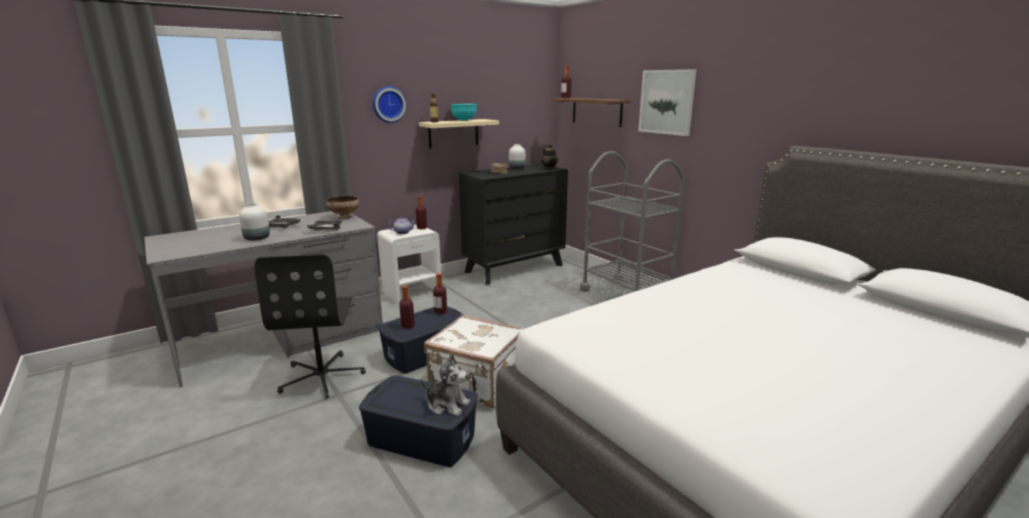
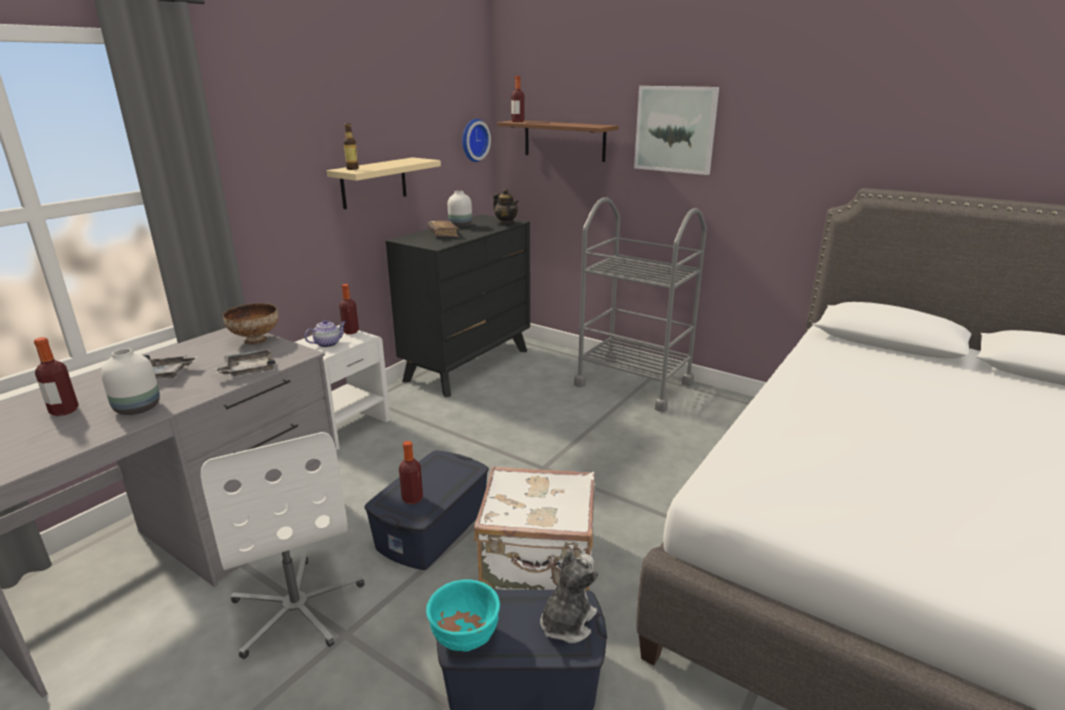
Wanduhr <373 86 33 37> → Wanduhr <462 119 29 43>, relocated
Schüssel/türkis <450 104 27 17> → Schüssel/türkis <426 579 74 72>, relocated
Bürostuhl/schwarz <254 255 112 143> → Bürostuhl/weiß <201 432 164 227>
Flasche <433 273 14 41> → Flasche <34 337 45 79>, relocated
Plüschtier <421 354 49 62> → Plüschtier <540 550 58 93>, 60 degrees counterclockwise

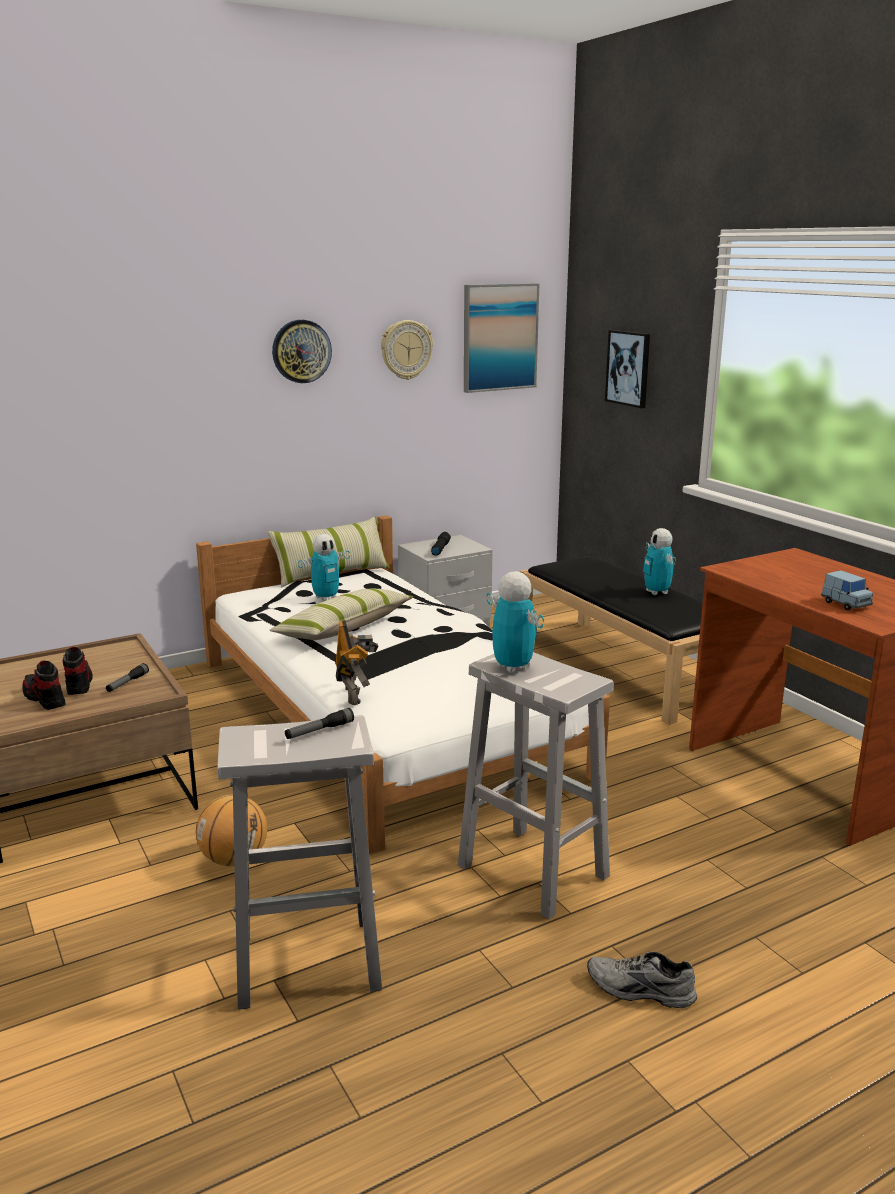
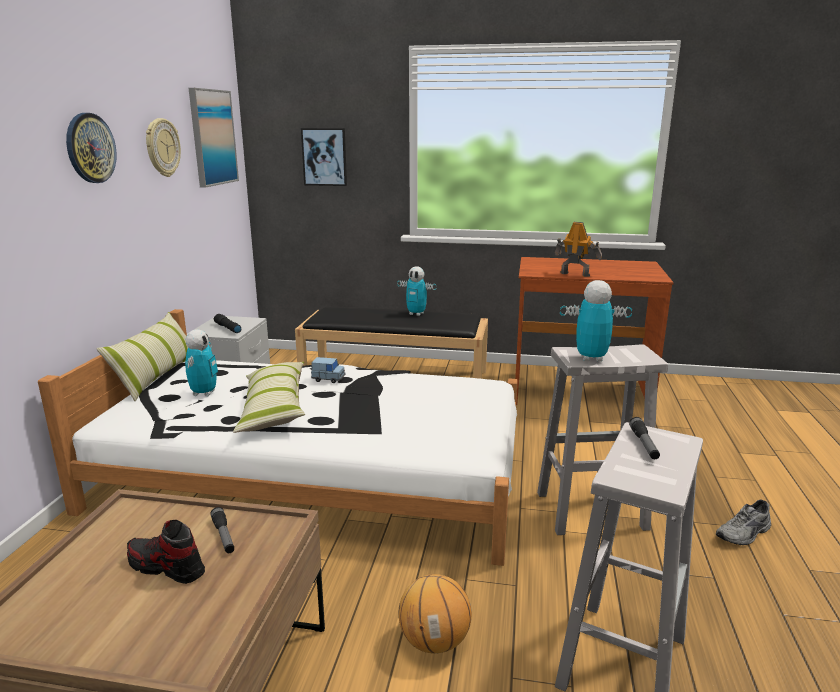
Spielzeugauto/blau <821 570 52 40> → Spielzeugauto/blau <311 357 34 26>, relocated
Spielzeugroboter <335 620 43 85> → Spielzeugroboter <555 222 47 55>, relocated
Schuh <22 661 44 49> → -

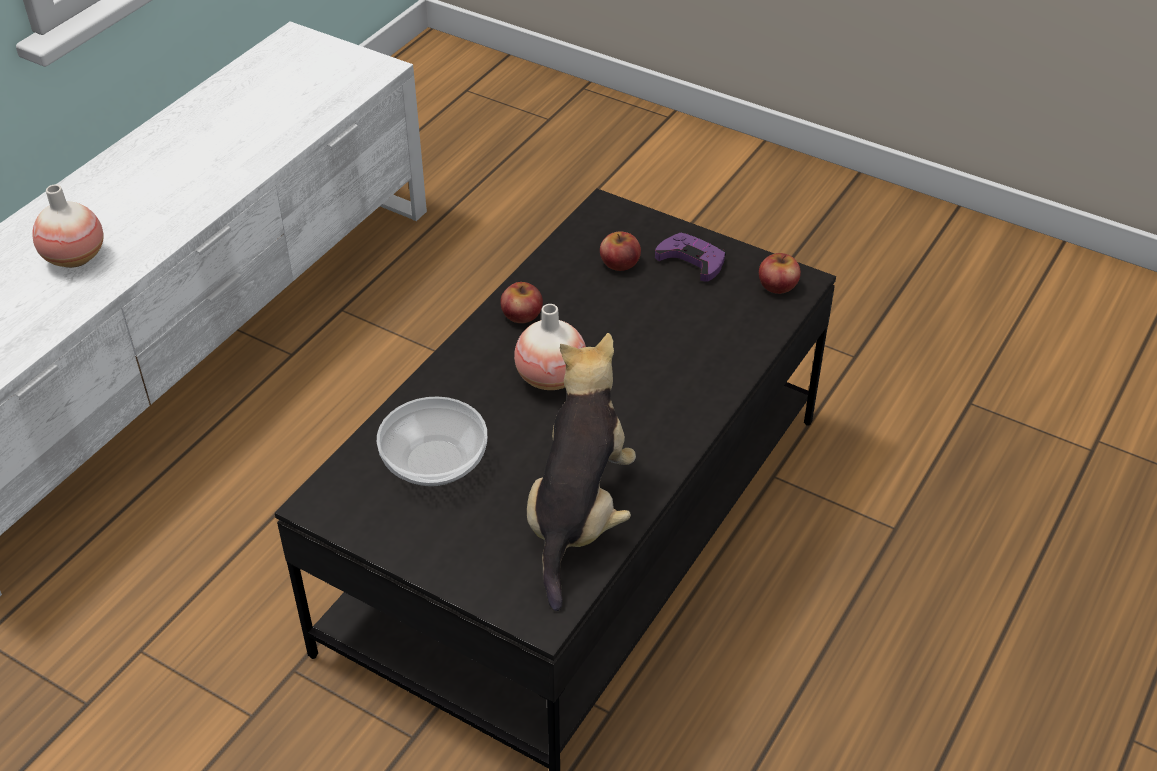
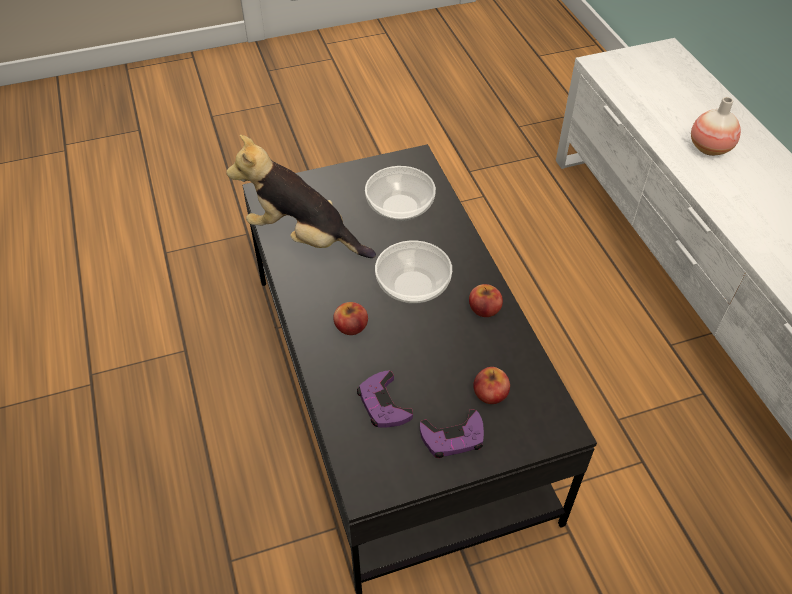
Apfel <759 253 42 41> → Apfel <333 302 35 33>, relocated
Vase <514 304 72 86> → Schüssel <375 240 77 64>
Plüschtier <527 333 109 278> → Plüschtier <226 135 150 123>, 150 degrees clockwise
- → Gamepad/lila <357 371 56 57>

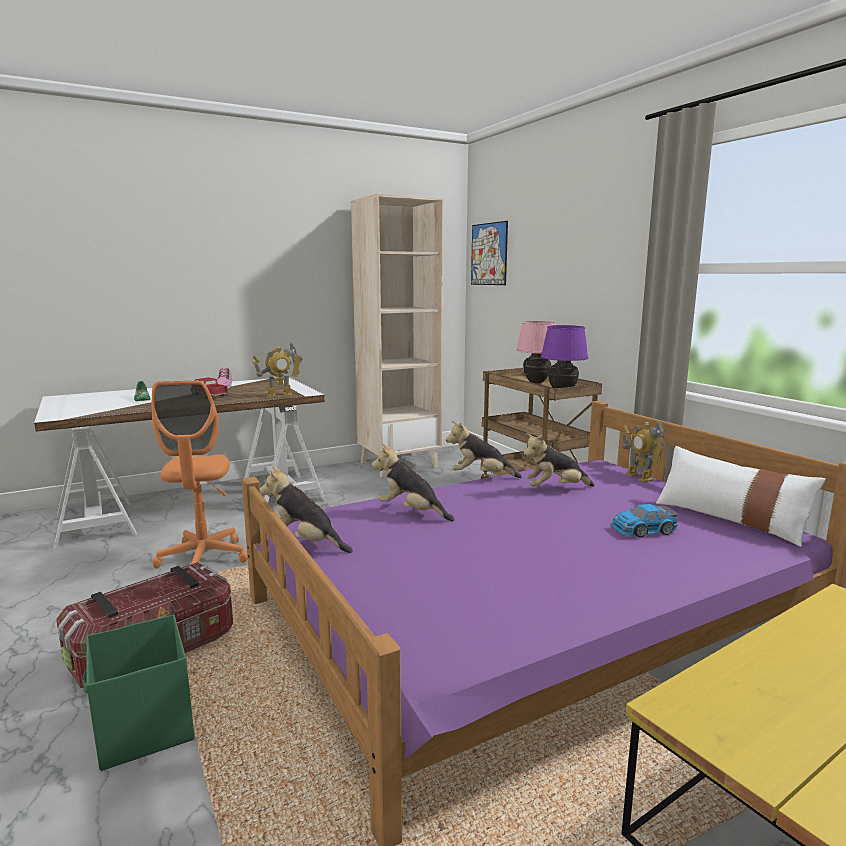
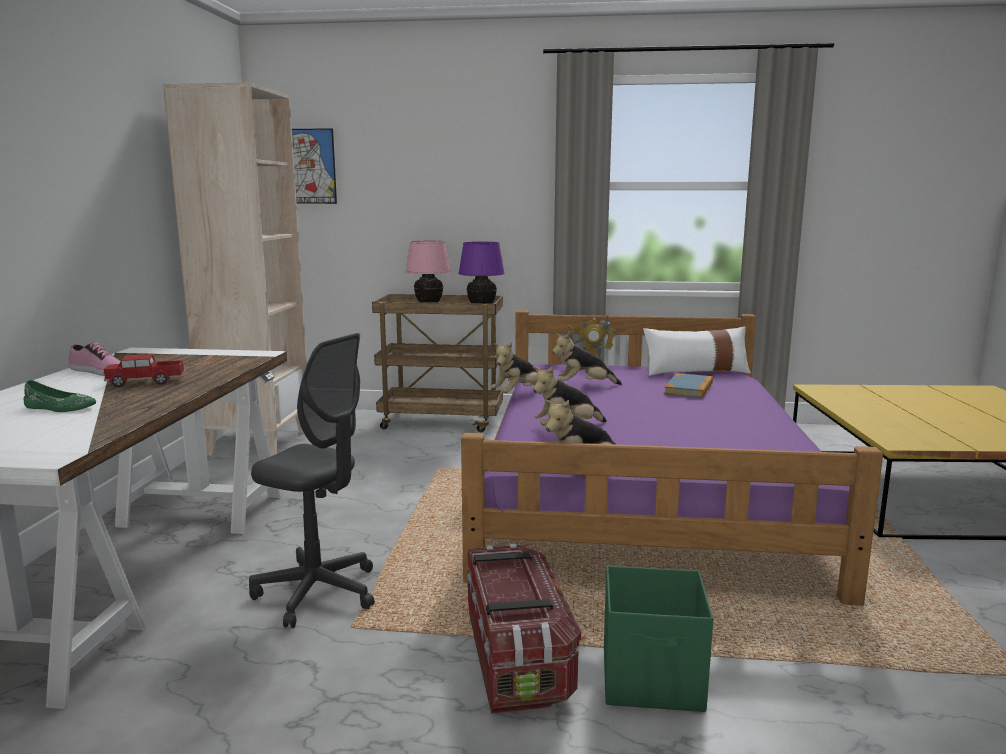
Spielzeugroboter <253 342 50 55> → -
Bürostuhl/orange <152 381 96 187> → Bürostuhl/grau <249 333 126 295>
Plüschtier <524 433 71 53> → Plüschtier <552 333 70 52>, 60 degrees clockwise
Spielzeugauto <610 504 68 33> → Buch <664 373 49 25>

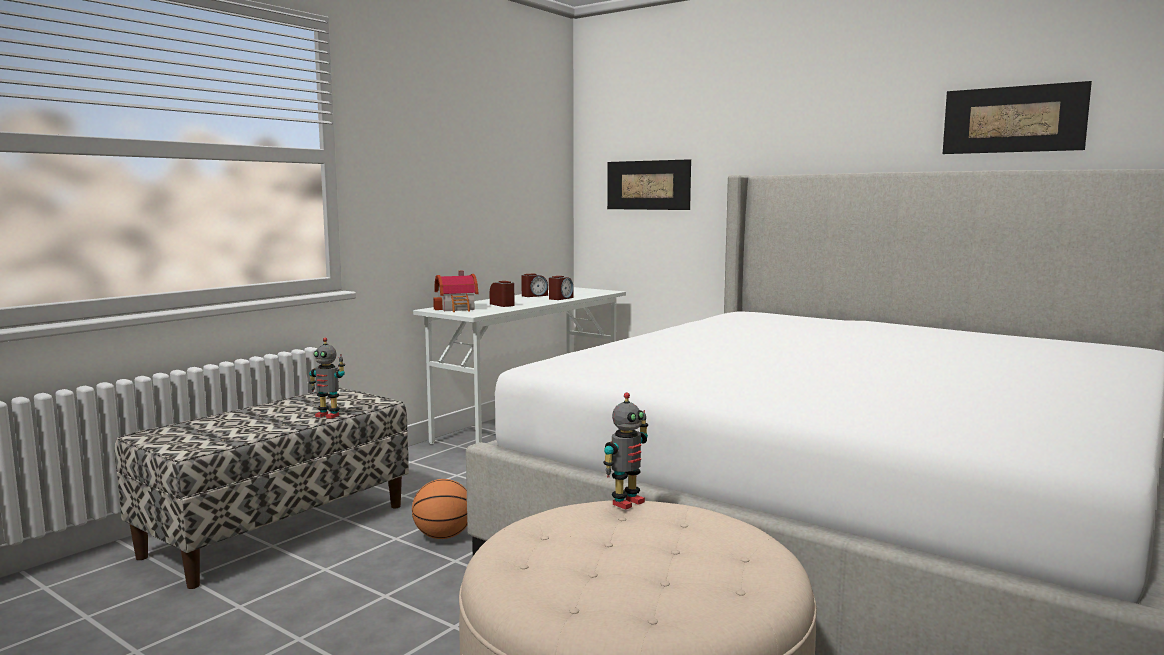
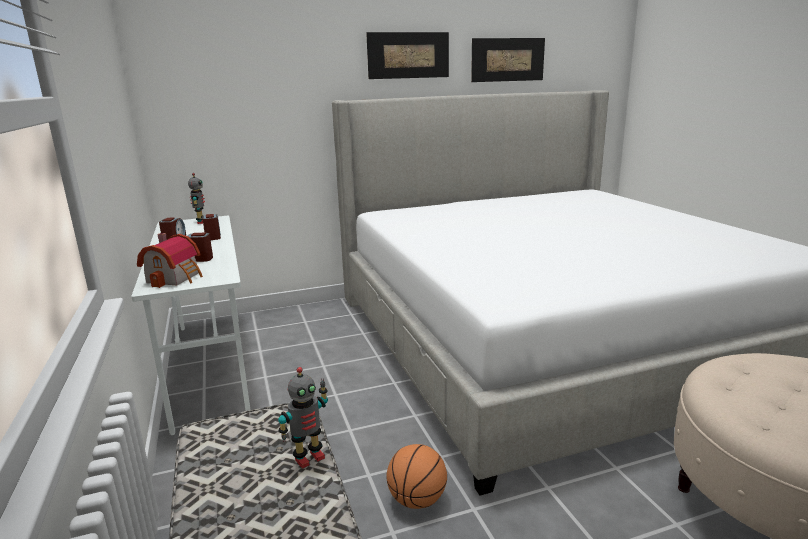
Bild <607 159 84 51> → Bild <366 32 83 47>, relocated
Spielzeugroboter <603 392 45 118> → Spielzeugroboter <188 173 17 51>, relocated

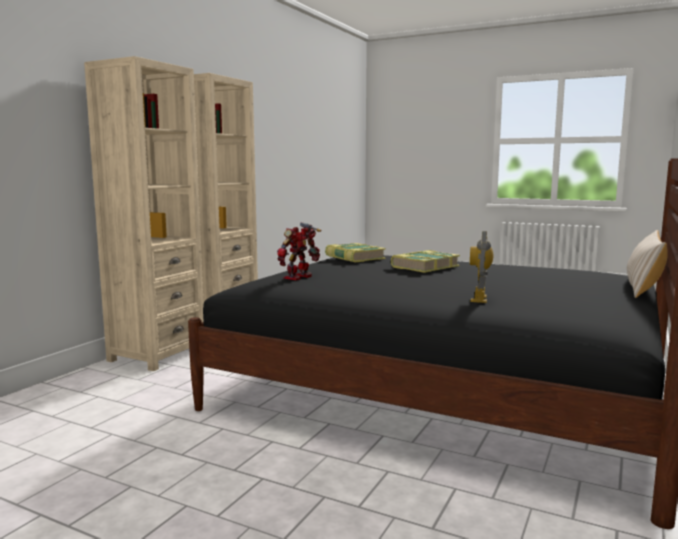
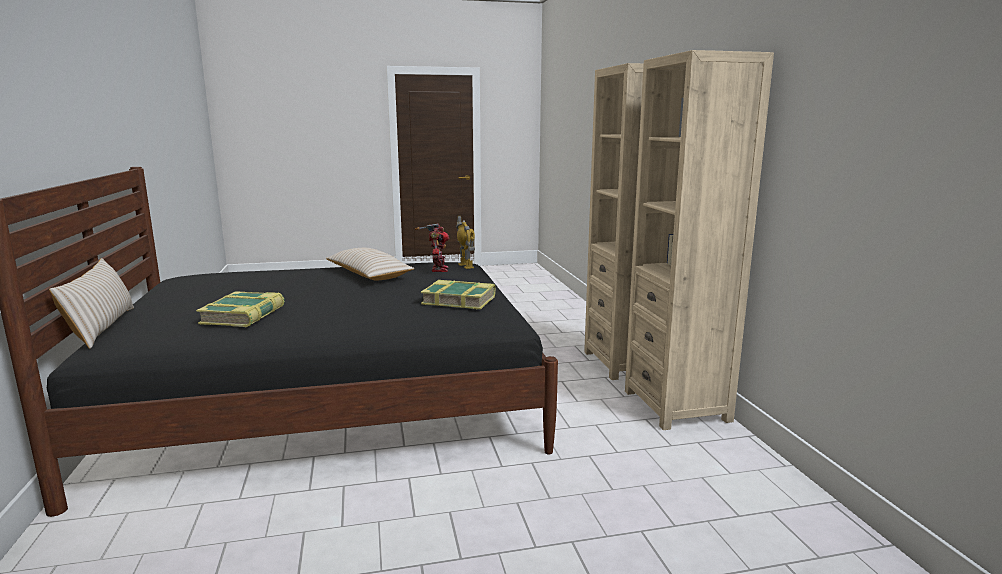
Spielzeugroboter <470 231 23 72> → Spielzeugroboter <456 216 19 53>, relocated
Buch <391 250 69 23> → Buch <196 291 89 36>, relocated
- → Kissen/beige <326 248 88 33>

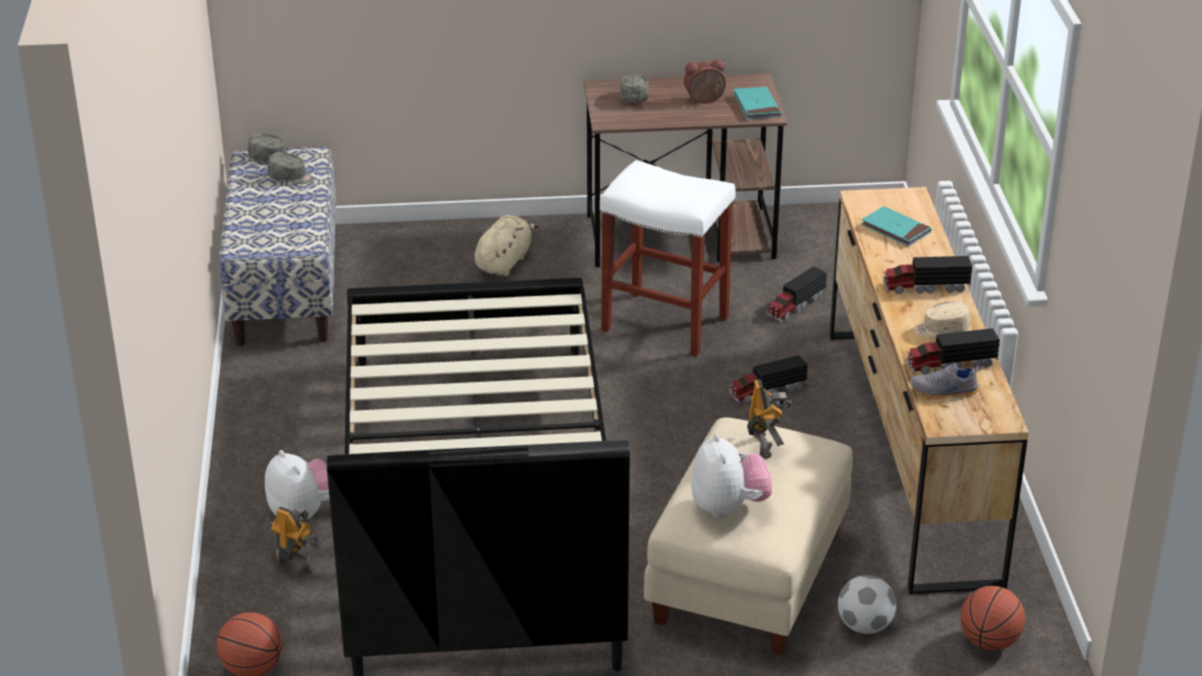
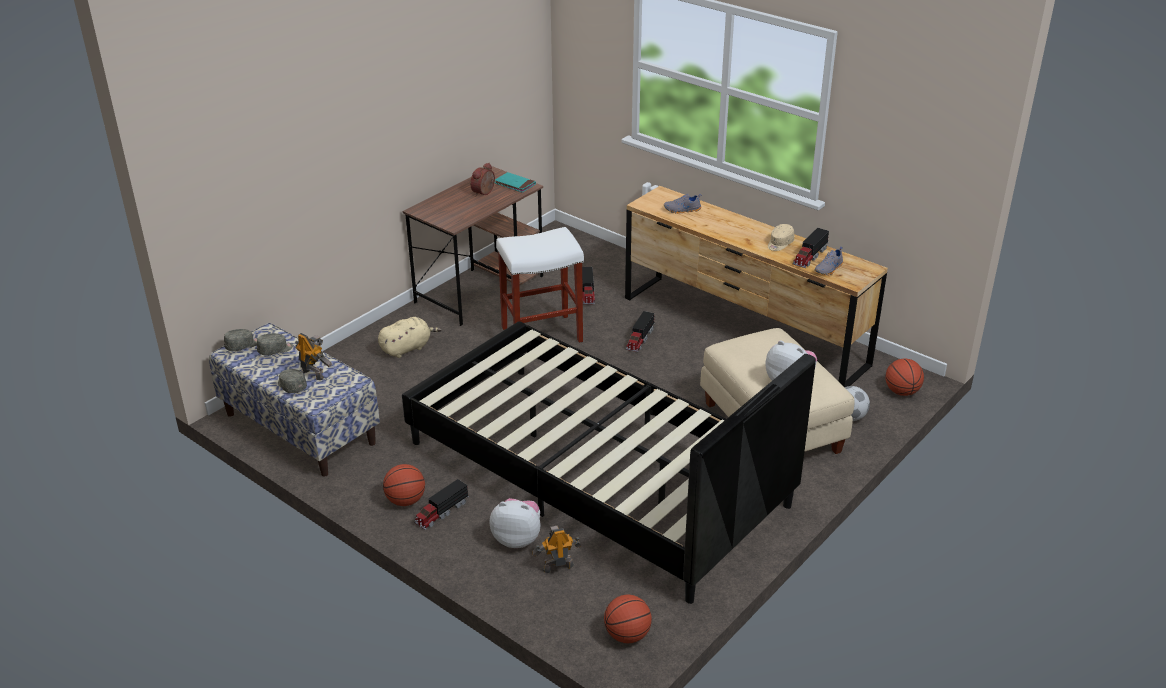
Kappe/grau <620 75 29 28> → Kappe/grau <278 369 29 24>, relocated
Buch/türkis <861 206 71 40> → Schuh/grau <664 193 37 21>
Plüschtier/beige <474 215 65 61> → Plüschtier/beige <378 317 64 41>, 75 degrees clockwise
Spielzeuglaster <882 256 90 38> → Spielzeuglaster <414 479 55 51>, relocated
Spielzeugroboter <747 379 45 80> → Spielzeugroboter <295 333 37 47>, relocated
- → Basketball <383 464 42 42>

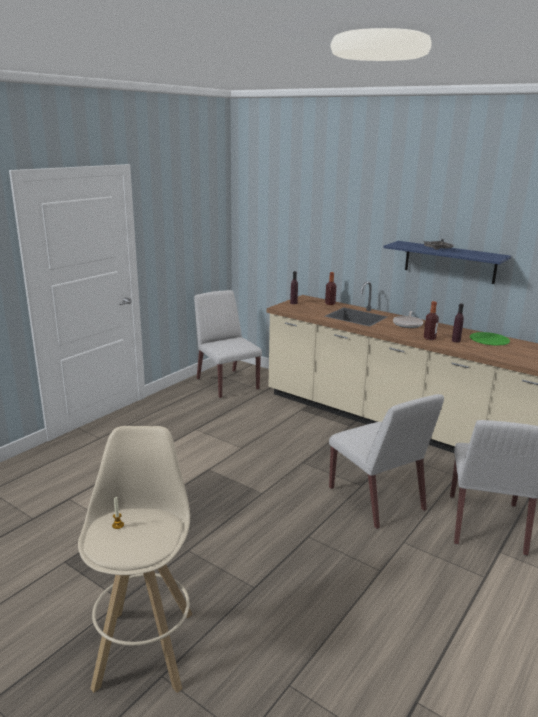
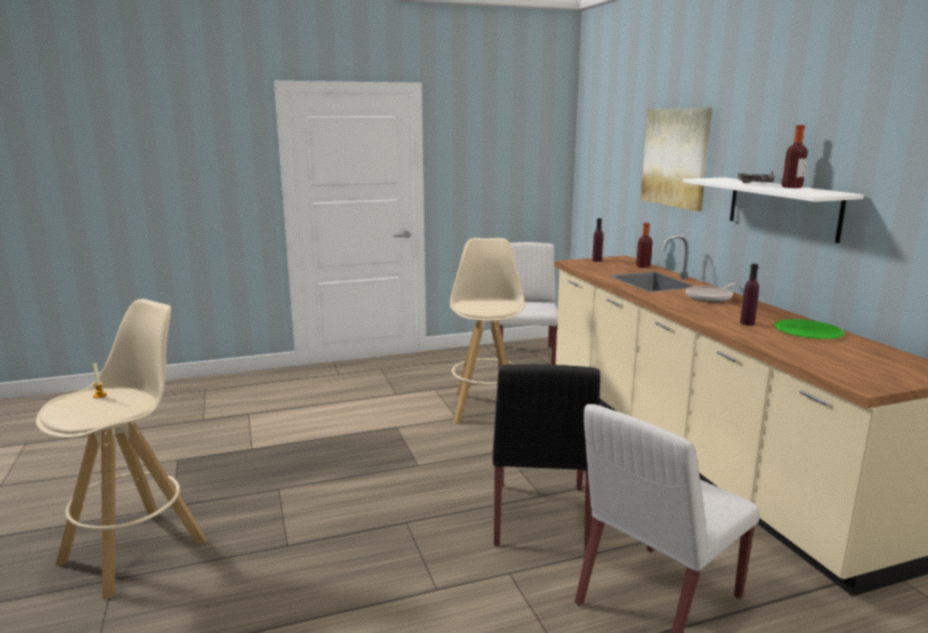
Wandregal/blau <383 241 128 43> → Wandregal/weiß <683 177 181 66>
Flasche <424 301 15 39> → Flasche <782 125 26 63>, relocated
Stuhl/weiß <329 394 115 135> → Stuhl/schwarz <493 364 107 186>
- → Bild <641 108 71 103>
- → Hocker/beige <450 238 75 186>

